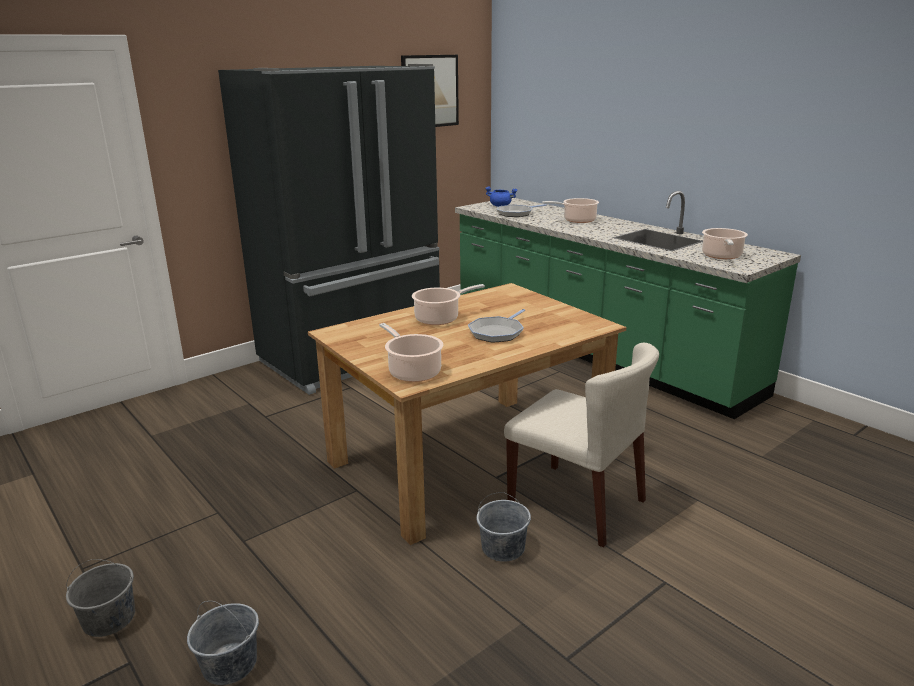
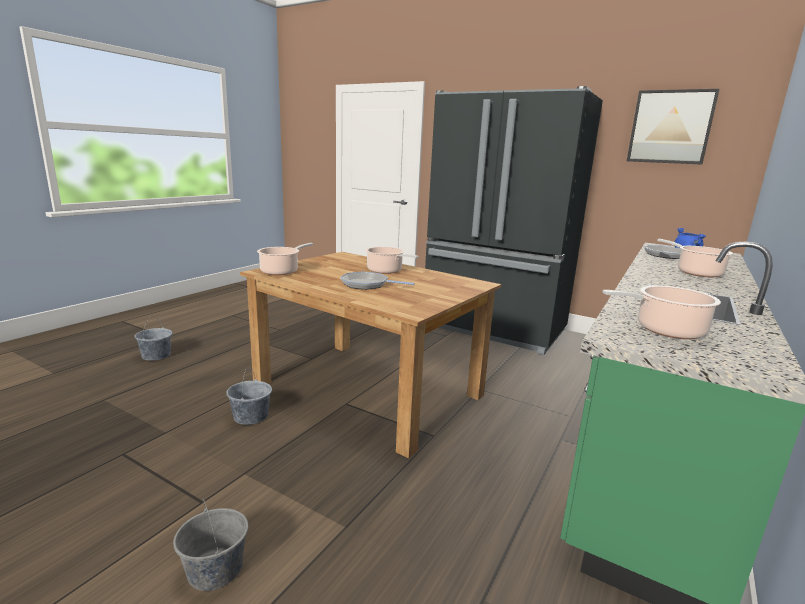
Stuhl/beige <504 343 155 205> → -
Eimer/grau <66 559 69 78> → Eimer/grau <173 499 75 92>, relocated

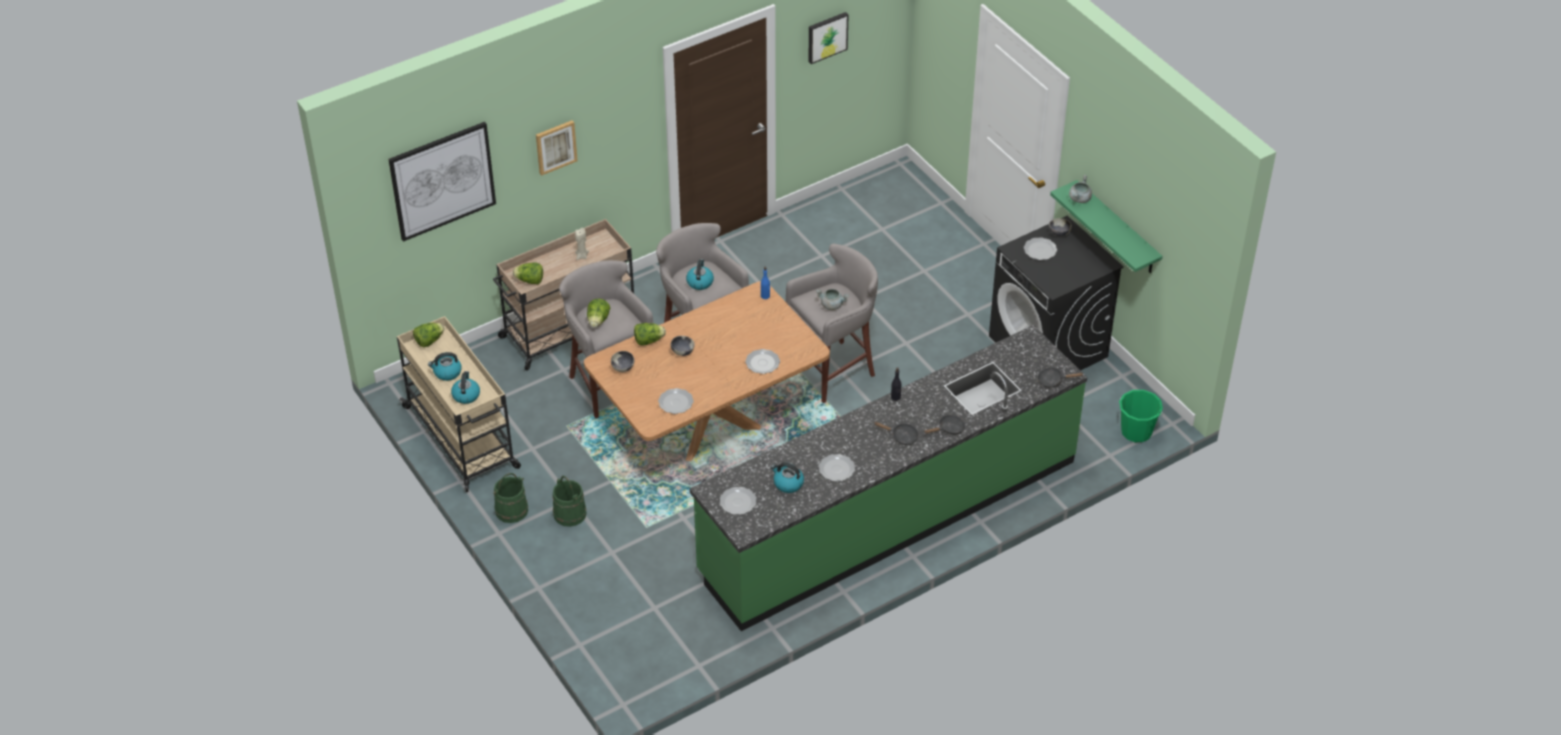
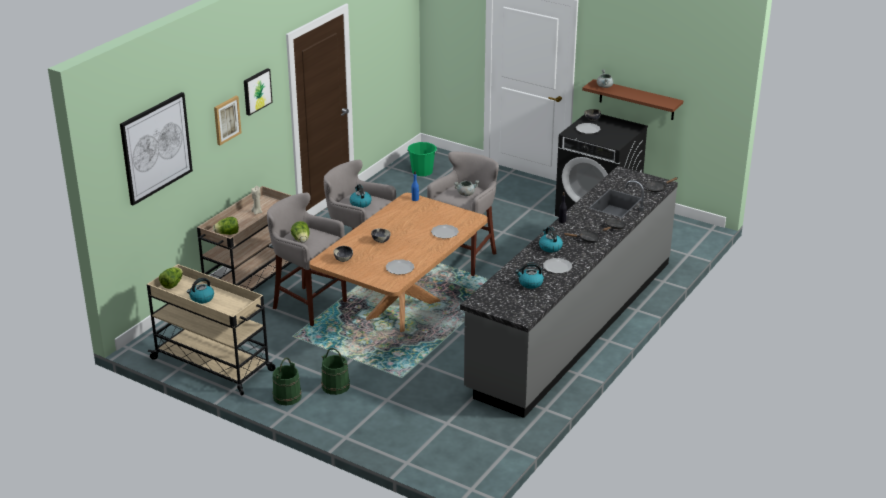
Bild <808 12 41 52> → Bild <244 68 29 48>, relocated
Wandregal/grün <1050 180 113 93> → Wandregal/braun <582 79 101 41>
Salatkopf <634 323 32 23> → -
Küchenzeile/grün <690 325 397 306> → Küchenzeile/grau <460 166 218 252>
Wasserkessel <451 371 29 33> → Wasserkessel <539 227 24 25>, relocated
Eimer/grün <1119 390 44 52> → Eimer/grün <407 142 30 34>, relocated
Teller <720 487 36 28> → -

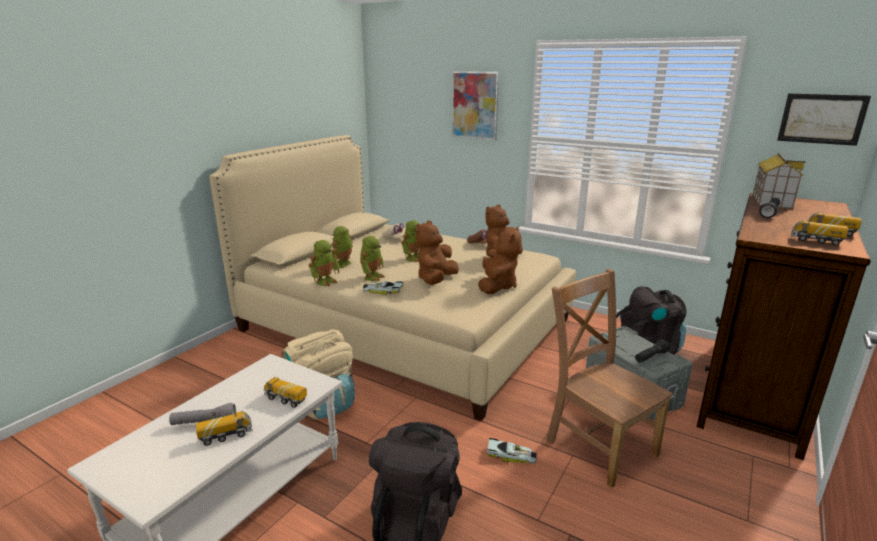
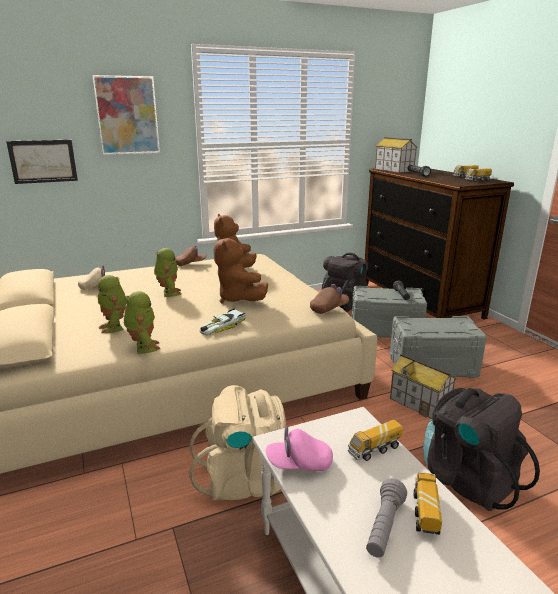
Bild <777 93 94 53> → Bild <6 140 72 44>, relocated
Plüschtier/braun <478 227 44 67> → -
Spielzeugroboter <360 236 25 45> → -
Stuhl/braun <546 269 127 219> → Aufbewahrungsbox/grau <390 316 97 62>
Spielzeugauto <487 438 50 26> → Spielzeughaus <390 354 67 65>
- → Kappe/braun <310 284 39 30>
- → Kappe/rosa <266 426 67 45>

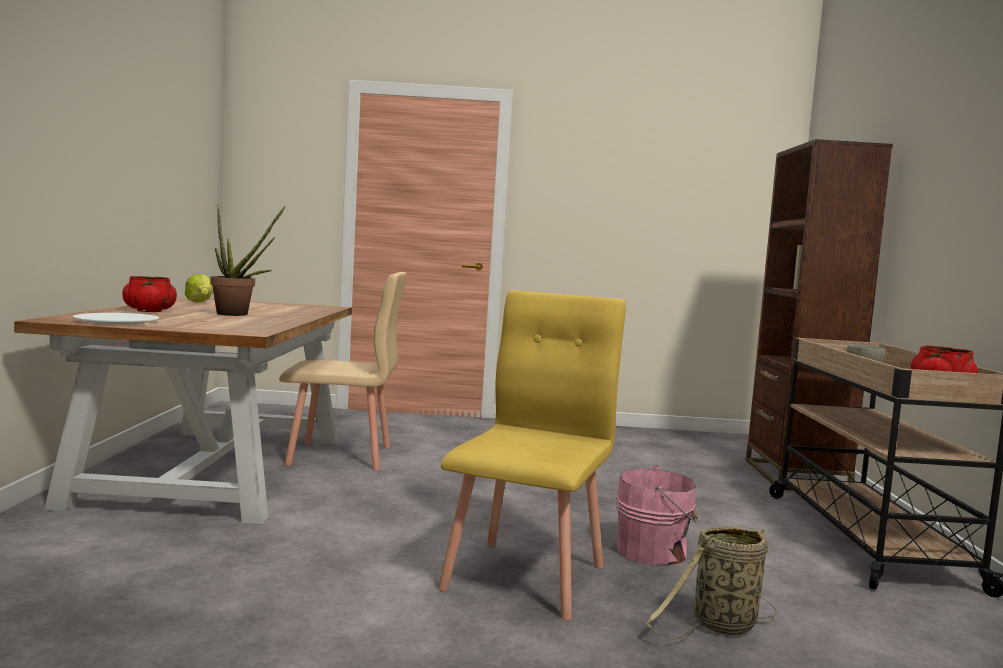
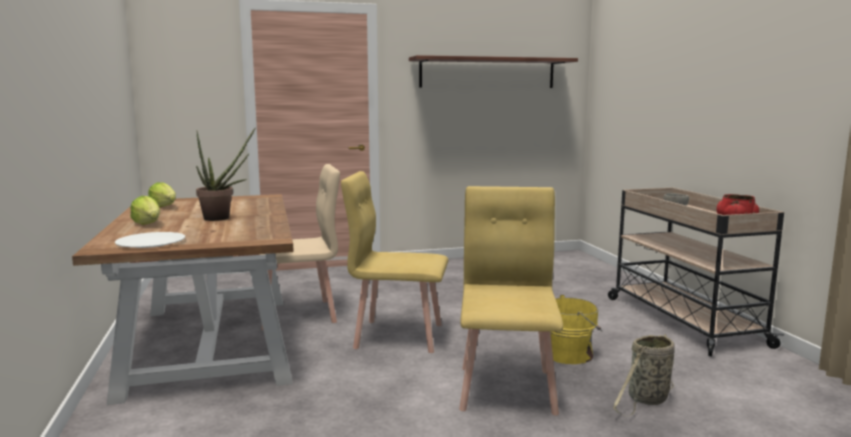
Bücherregal/braun <746 139 147 352> → -
Schüssel/rot <122 276 55 36> → Salatkopf <130 196 30 29>
Eimer/rosa <616 465 82 100> → Eimer/gelb <550 295 52 69>
- → Wandregal <409 55 169 33>
- → Stuhl/gelb <341 171 107 182>

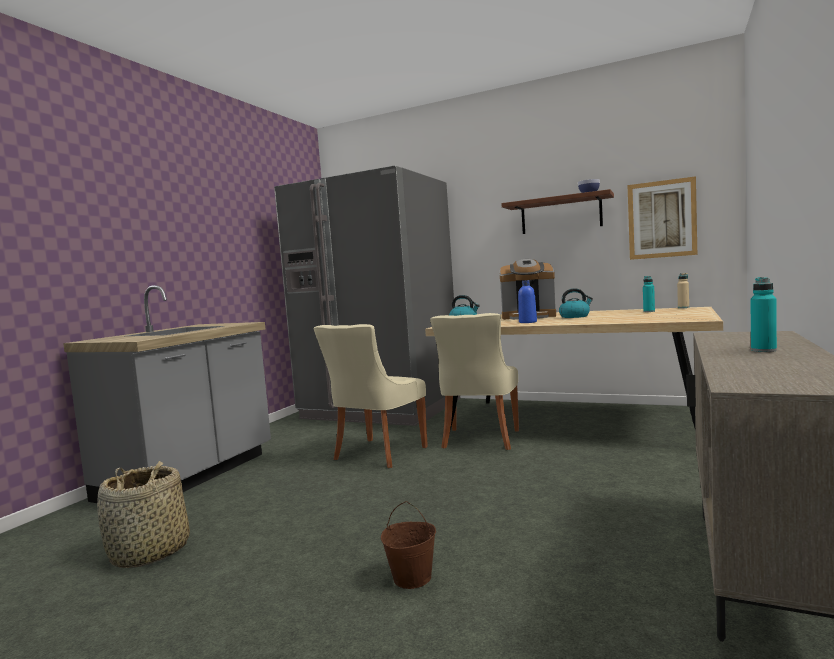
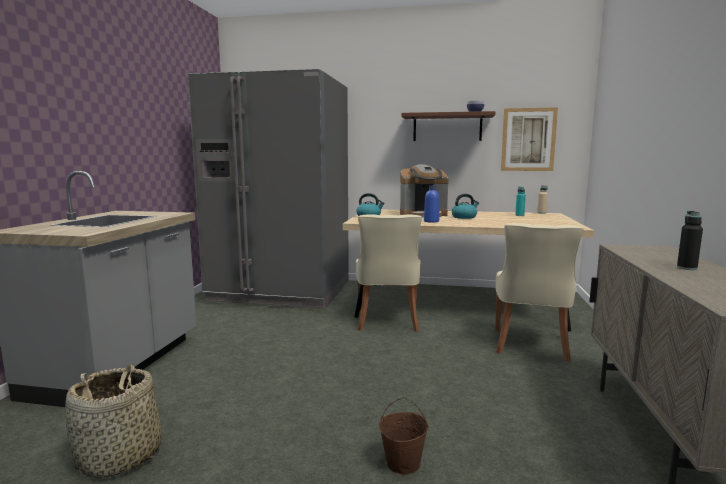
Flasche/türkis <750 277 27 75> → Flasche/schwarz <677 211 26 59>
Stuhl/beige <314 324 114 144> → Stuhl/beige <495 223 89 139>, relocated

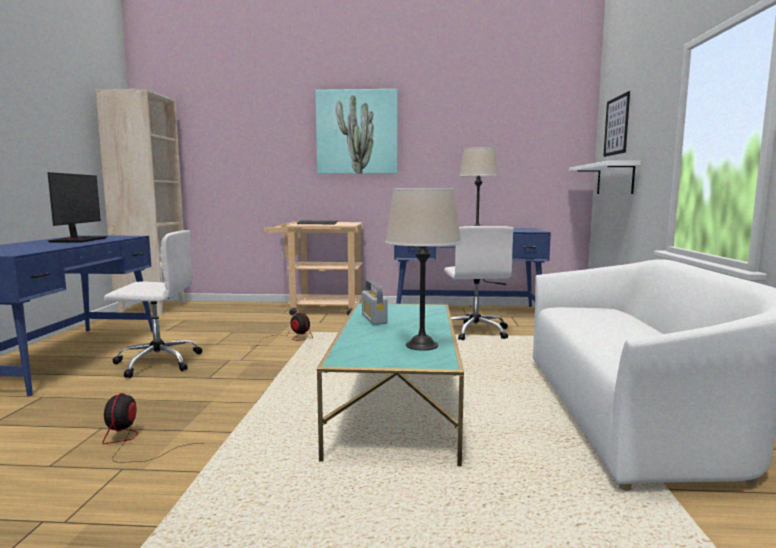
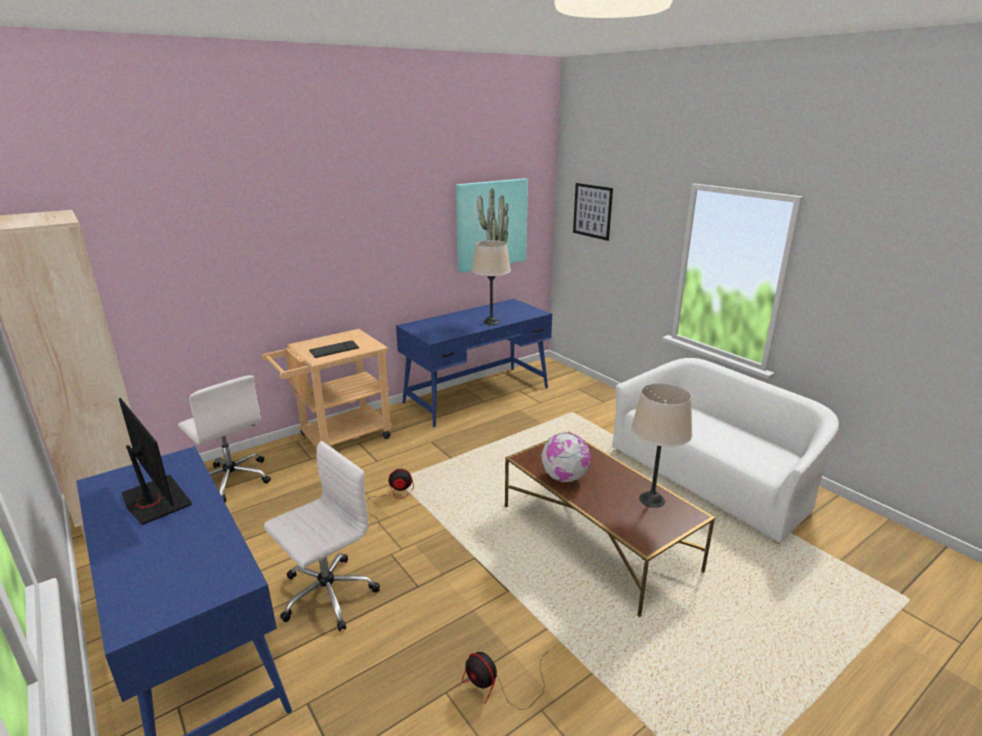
Bild <315 89 83 85> → Bild <456 178 72 95>, relocated
Wandregal/weiß <569 161 72 33> → -
Bürostuhl/weiß <444 226 70 114> → Bürostuhl/weiß <178 375 93 127>, relocated
Radio <362 280 25 45> → Globus <541 432 50 50>
Couchtisch/türkis <317 303 147 163> → Couchtisch/braun <505 431 210 186>

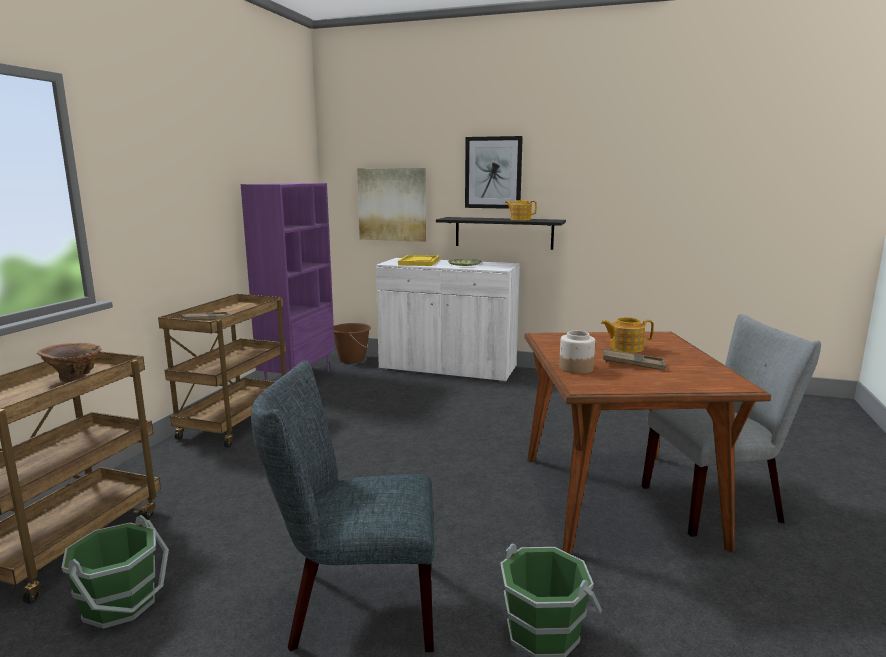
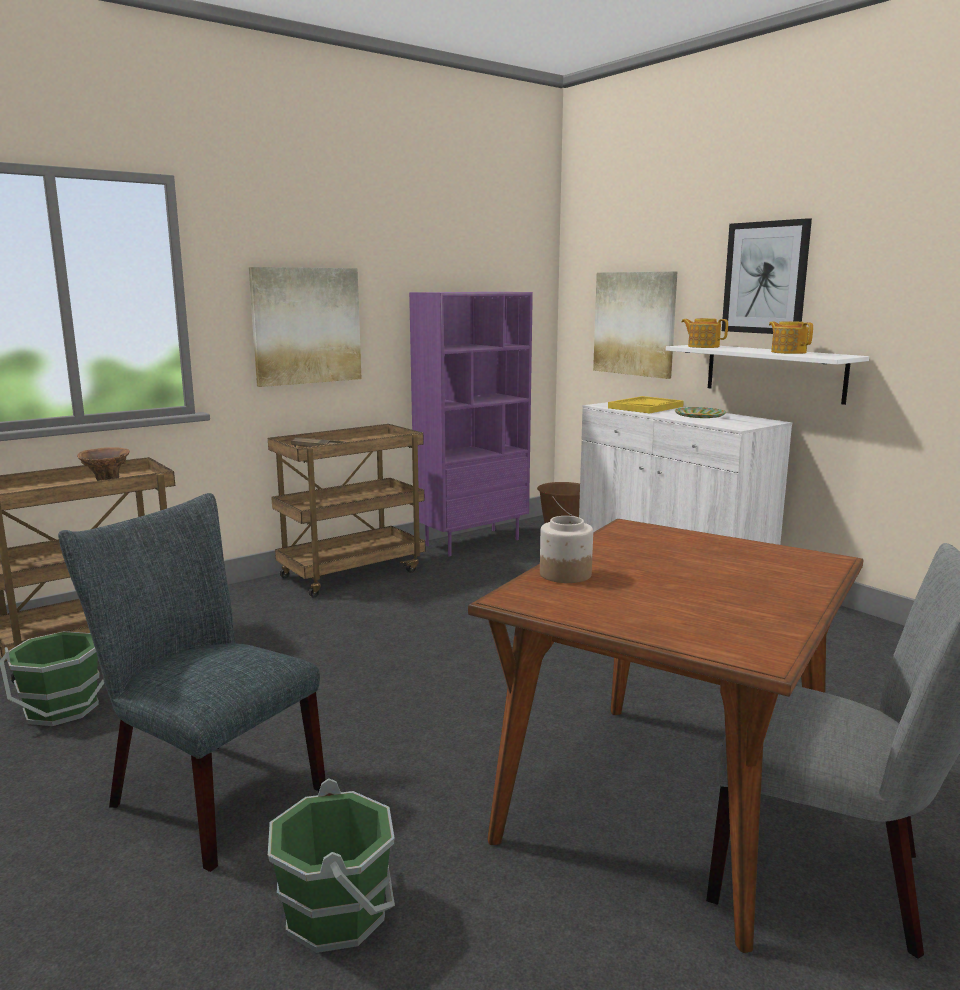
Wandregal/schwarz <436 217 130 33> → Wandregal/weiß <666 345 203 60>
Teekanne <601 317 53 36> → Teekanne <681 318 47 30>, relocated
Tablett/braun <603 349 63 21> → -
- → Bild <249 267 113 120>

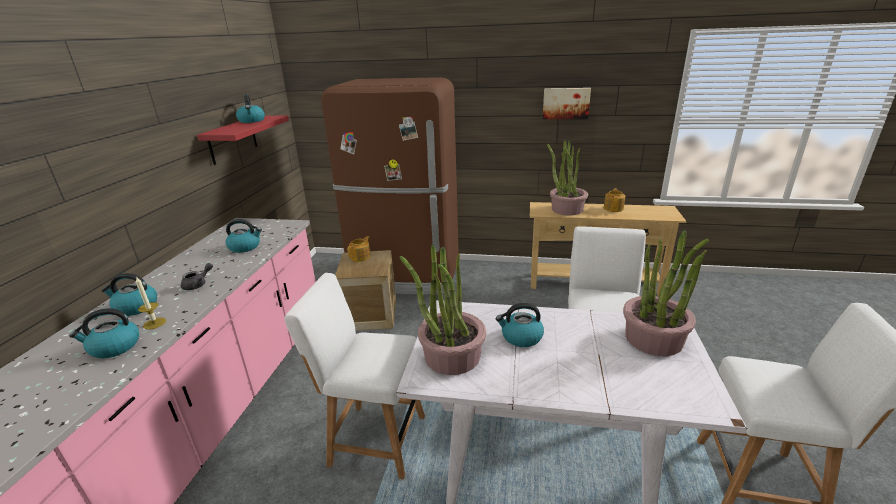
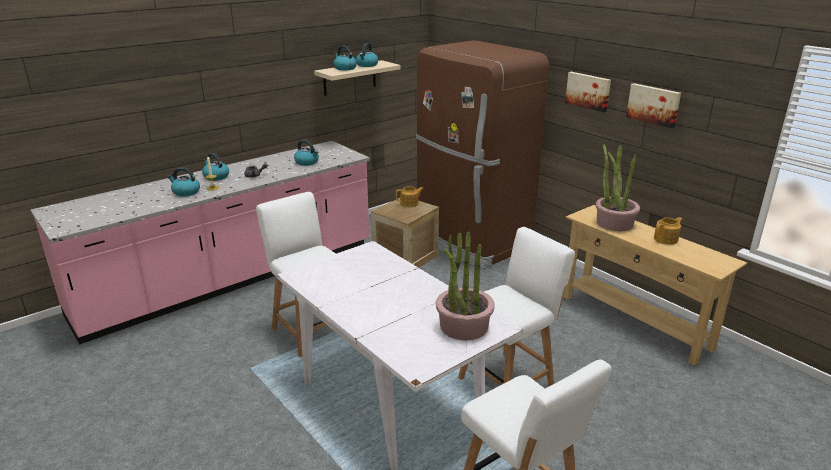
Wandregal/rot <197 116 92 49> → Wandregal/beige <314 60 87 36>
Topfpflanze <400 245 86 130> → -
Wasserkessel <496 303 48 44> → Wasserkessel <333 46 24 24>, relocated
- → Bild <565 72 46 40>

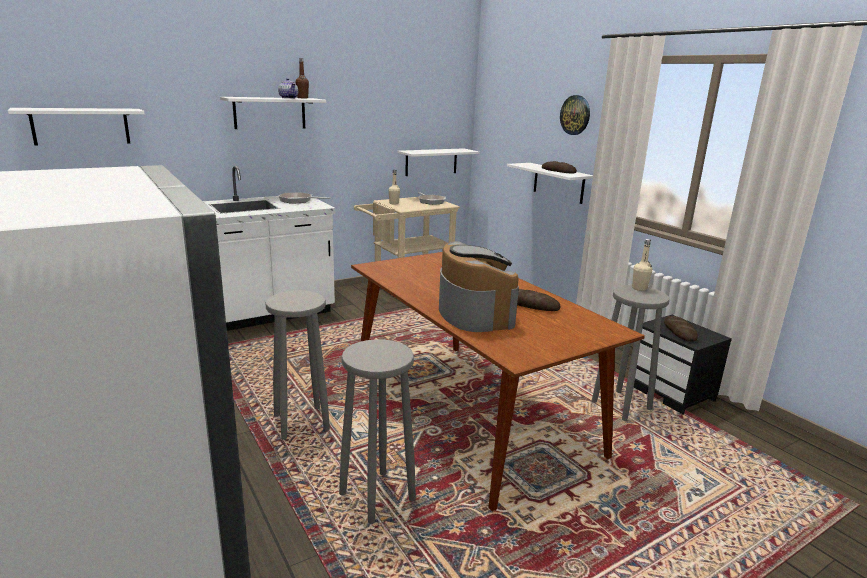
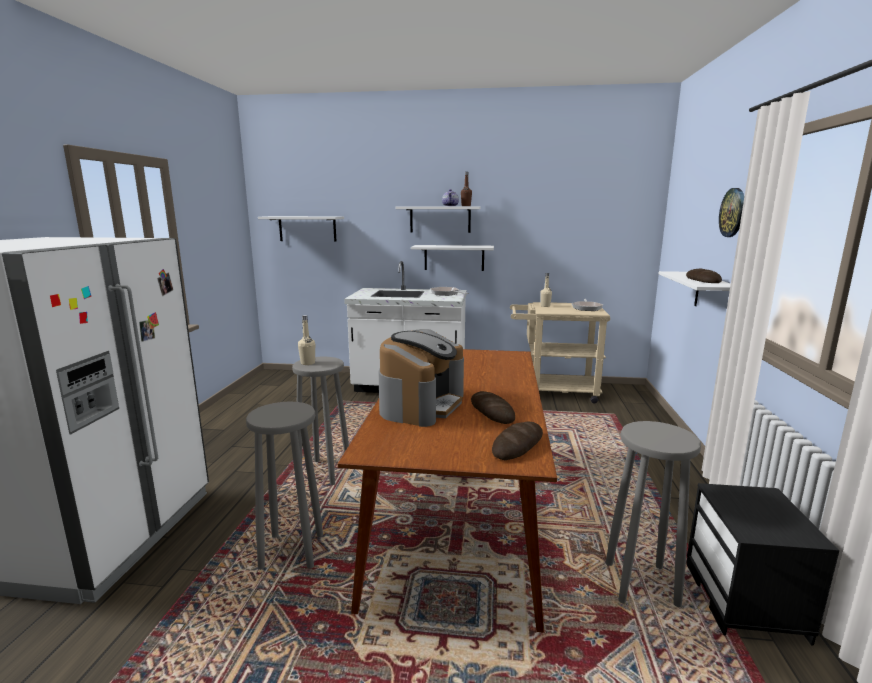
Wandregal/weiß <398 148 82 28> → Wandregal/weiß <411 245 83 26>, relocated
Flasche/beige <632 239 21 52> → Flasche/beige <298 315 17 50>, relocated
Brot <664 316 34 26> → Brot <492 422 51 38>, relocated

